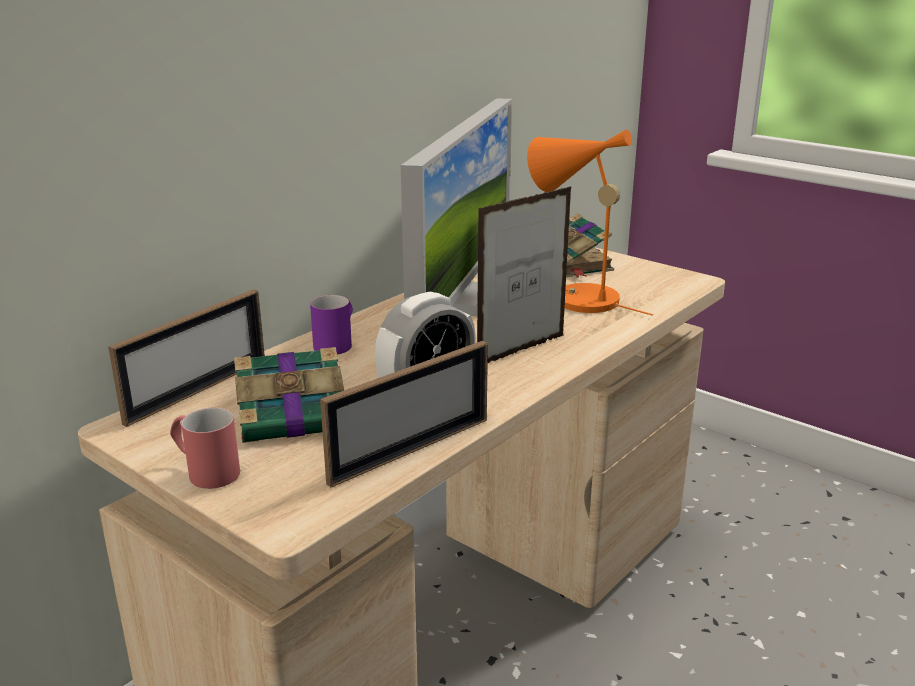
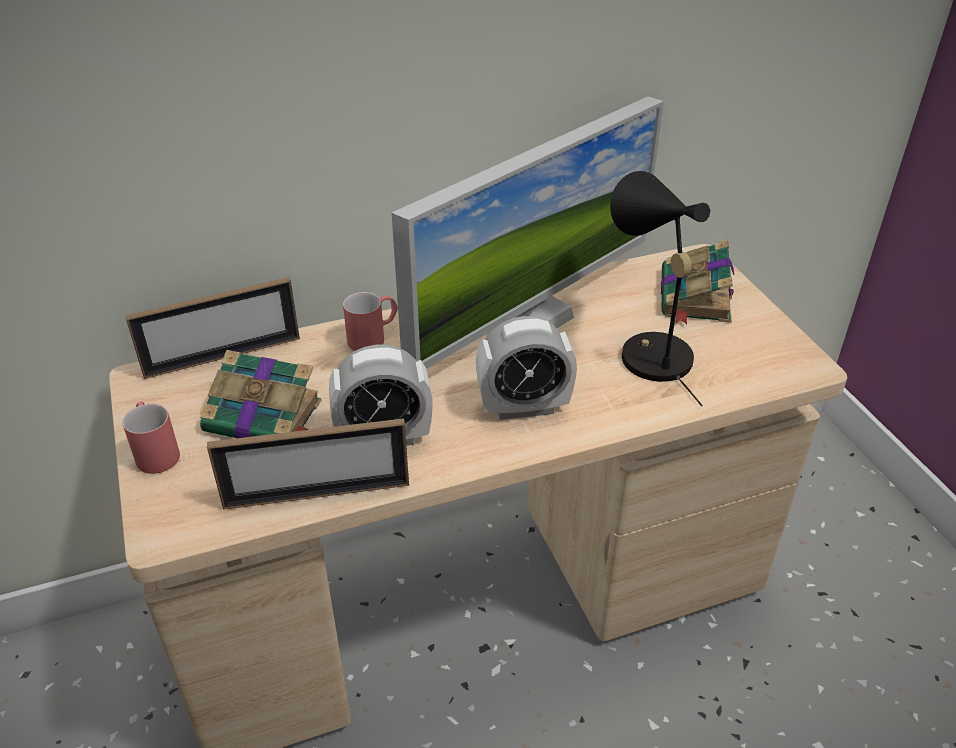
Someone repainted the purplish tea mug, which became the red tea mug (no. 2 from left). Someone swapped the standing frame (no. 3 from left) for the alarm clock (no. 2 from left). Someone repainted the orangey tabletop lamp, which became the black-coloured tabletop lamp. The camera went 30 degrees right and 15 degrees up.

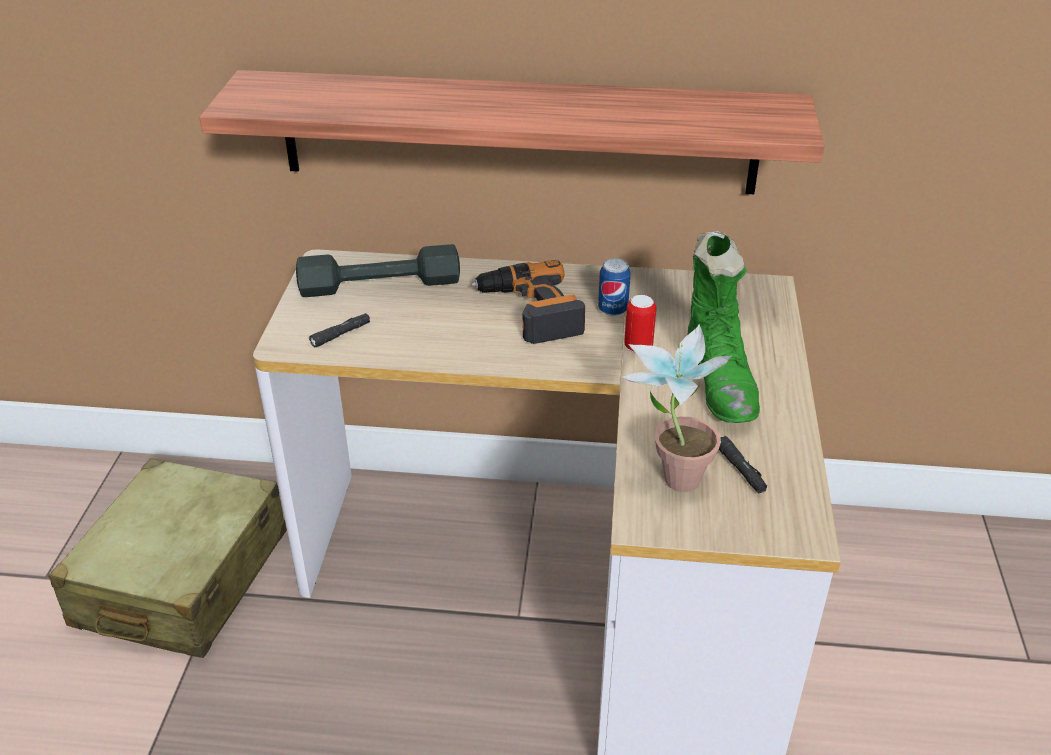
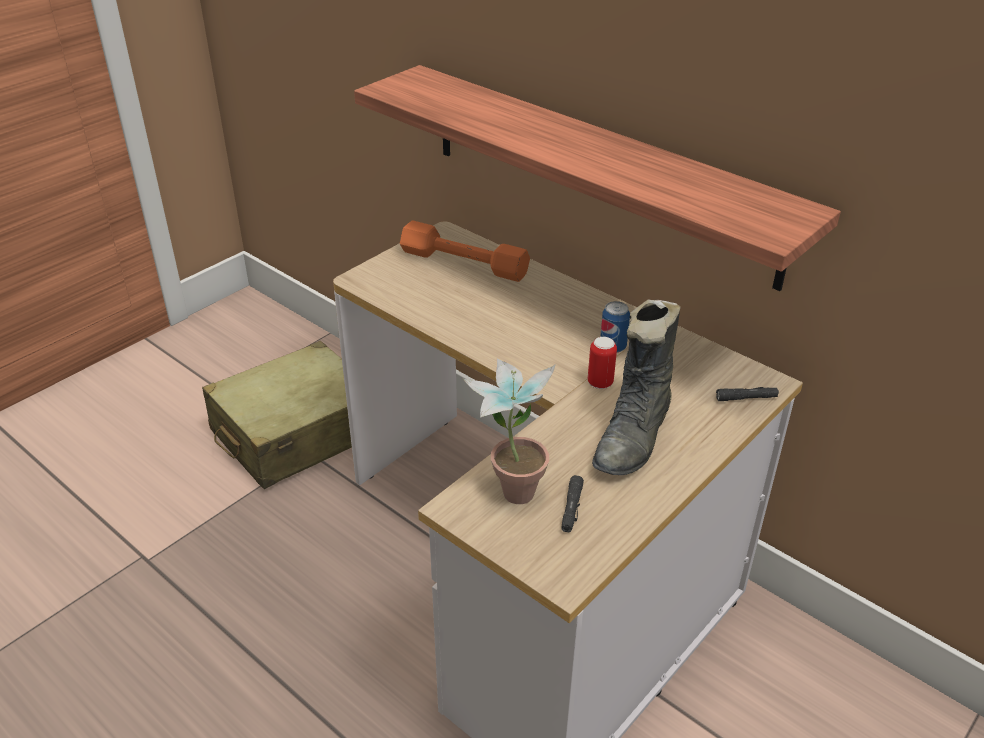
Someone repainted the gray free weight, which became the orangey free weight. Someone carried the black-coloured hand torch (no. 1 from left in the first image). Someone took away the electric drill. Someone repainted the greenish boot, which became the black-coloured boot. The camera went 35 degrees right and 0 degrees up.

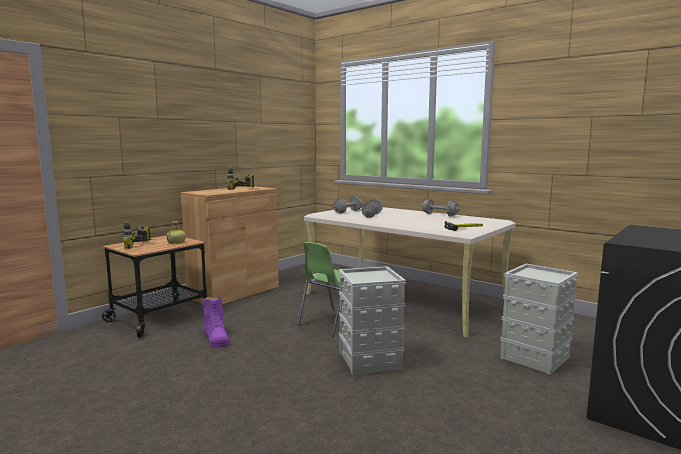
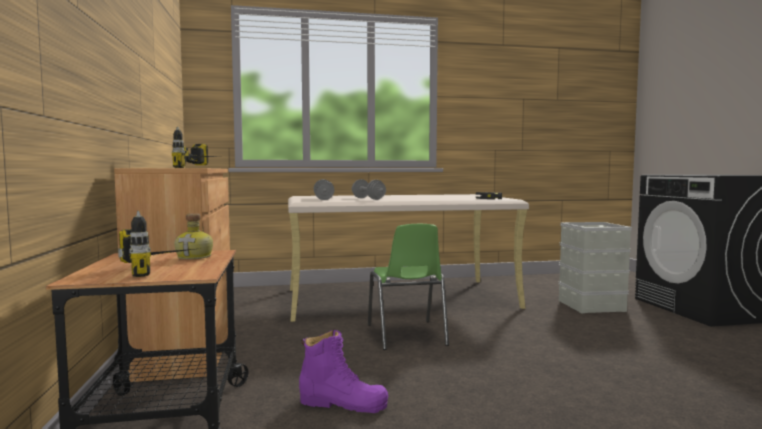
Someone took away the gray storage box (no. 1 from left). Someone took away the gray free weight (no. 3 from left). The camera went 50 degrees left and 5 degrees down.

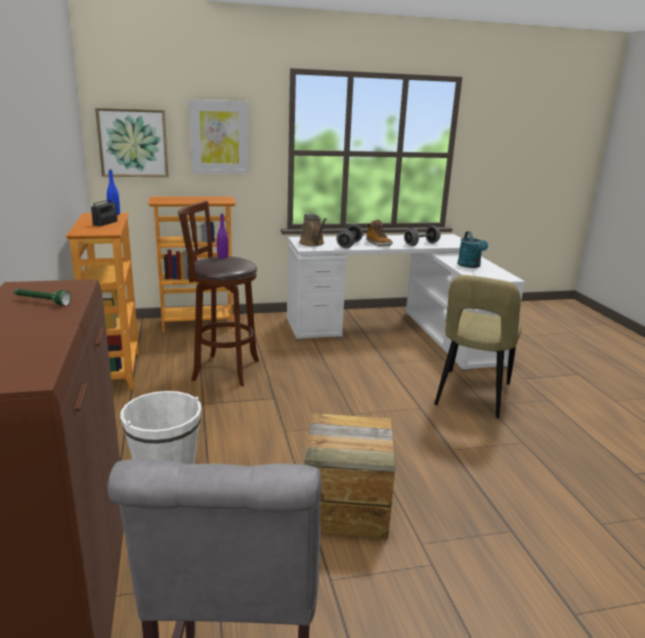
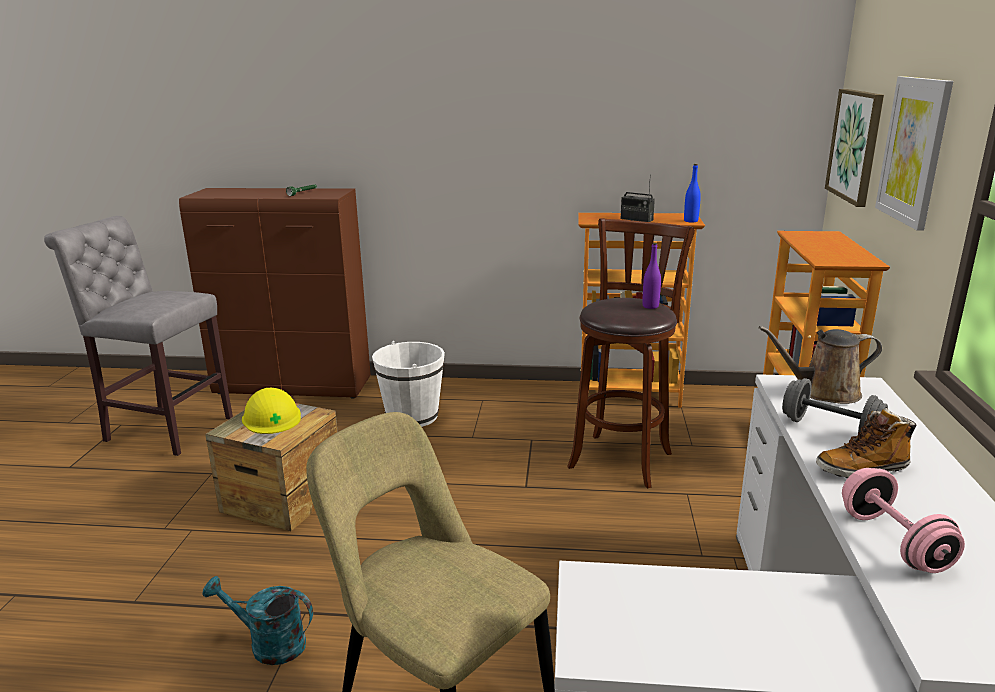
Someone repainted the gray free weight (no. 2 from left), which became the pinkish free weight. Someone carried the turquoise-coloured watering can. Someone put down the yellow-coloured safety helmet. The camera went 110 degrees right and 0 degrees up.

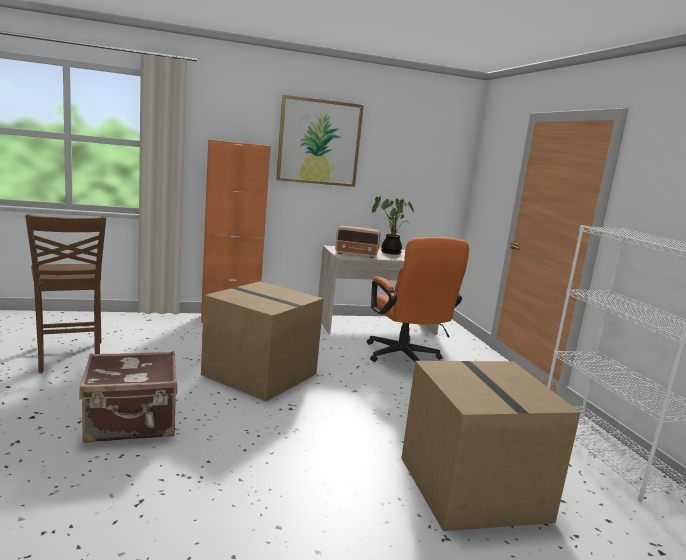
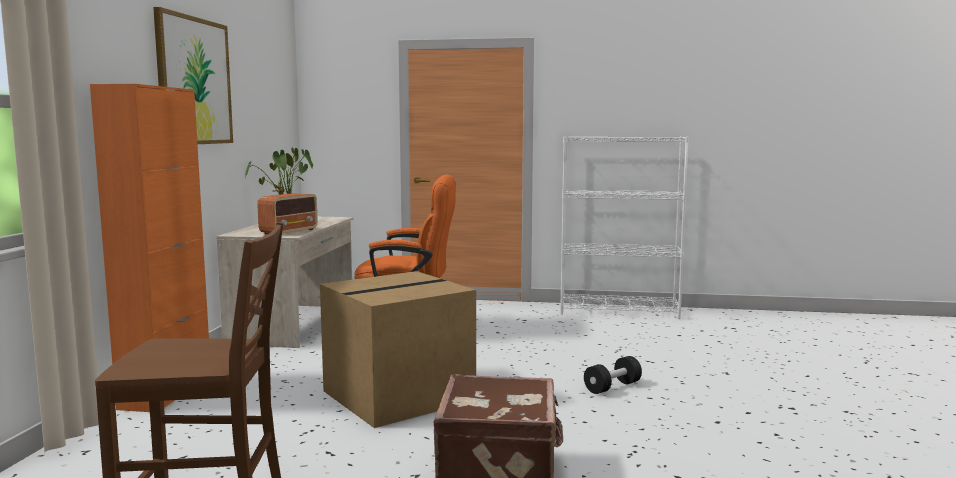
Someone took away the carton (no. 2 from left). Someone put down the black-coloured free weight. The camera went 65 degrees left and 5 degrees down.

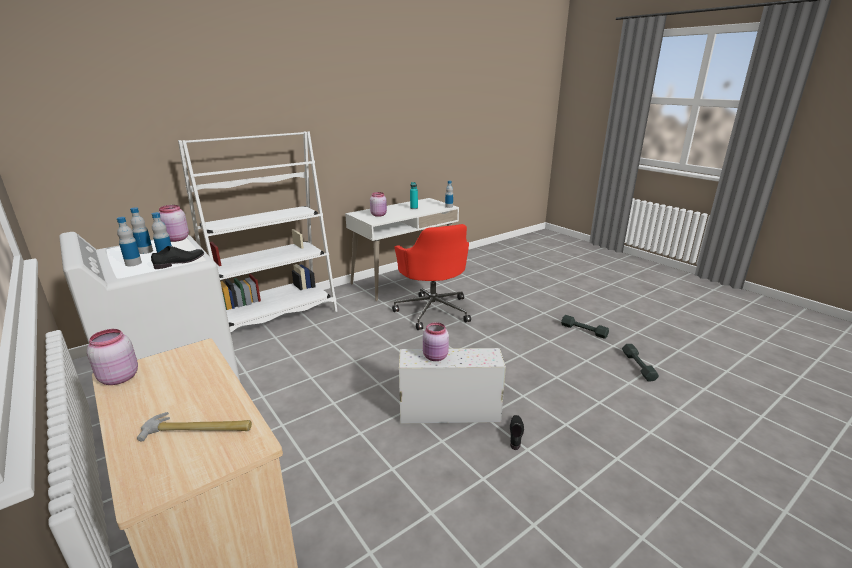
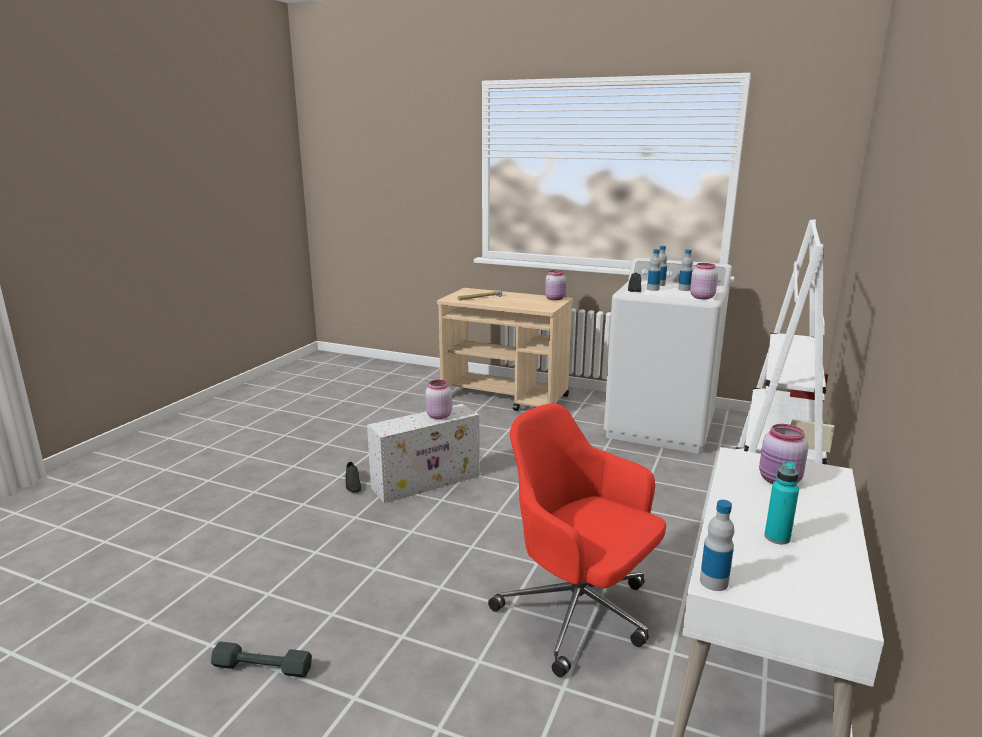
Someone took away the gray free weight (no. 2 from left). The camera went 150 degrees right and 5 degrees down.

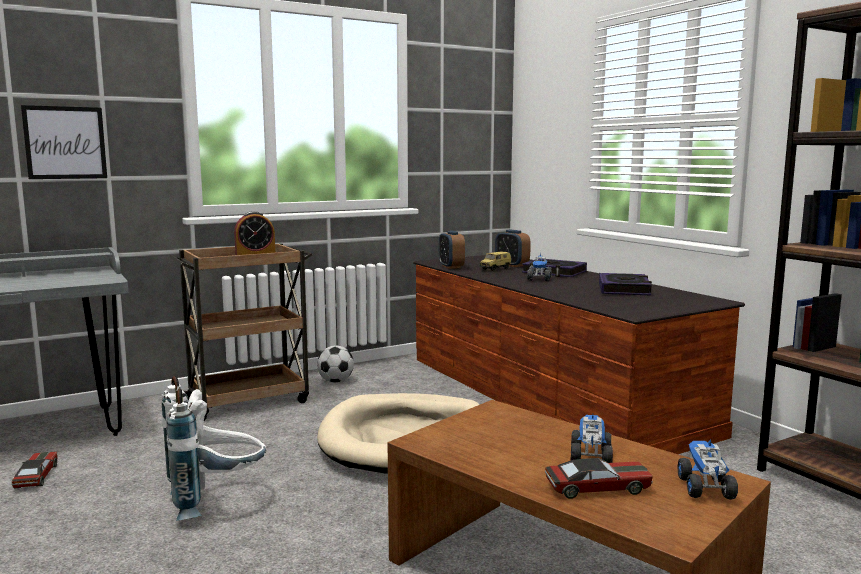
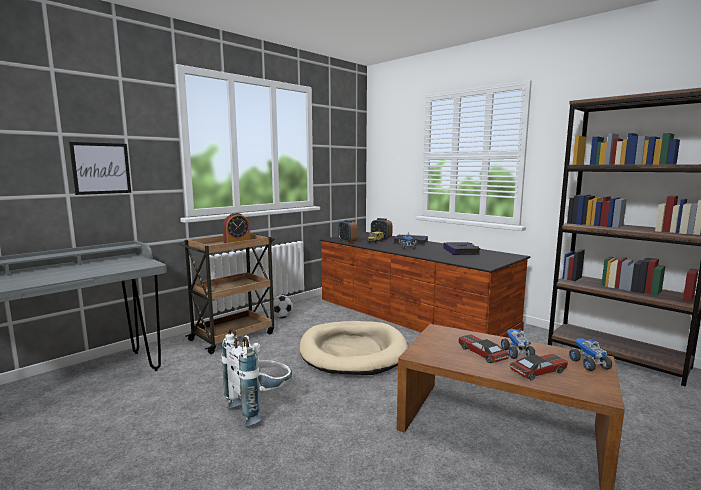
Someone carried the miniature car (no. 1 from left in the first image). The camera went 15 degrees left and 0 degrees up.

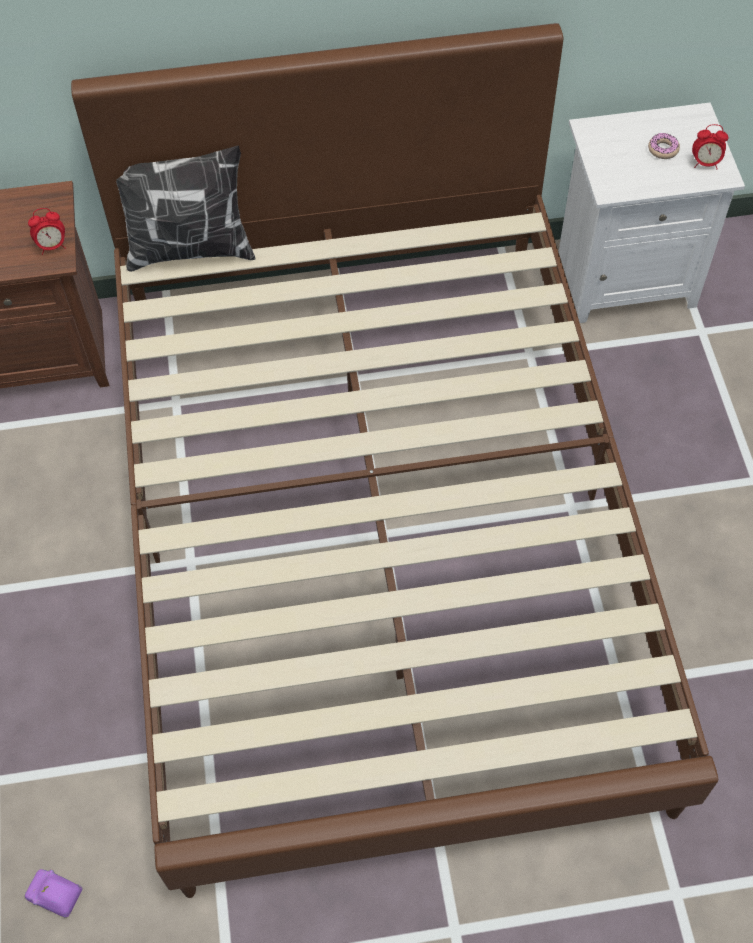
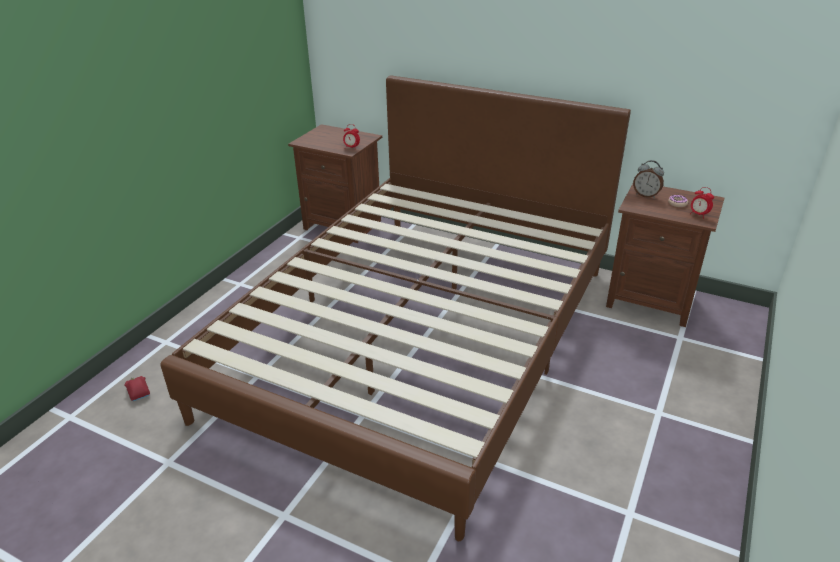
Someone repainted the purplish miniature car, which became the red miniature car. Someone took away the throw pillow. Someone repainted the white bedside table, which became the brown-coloured bedside table (no. 2 from left). Someone put down the alarm clock (no. 2 from left). The camera went 35 degrees right and 25 degrees down.

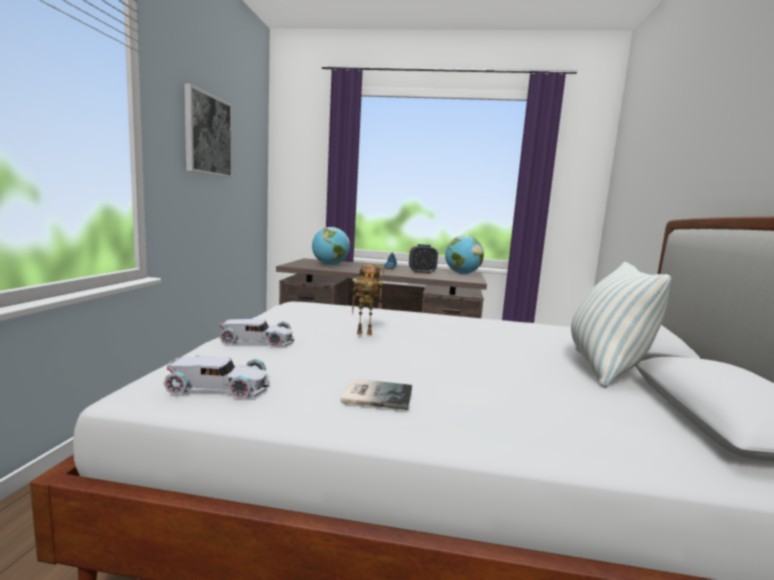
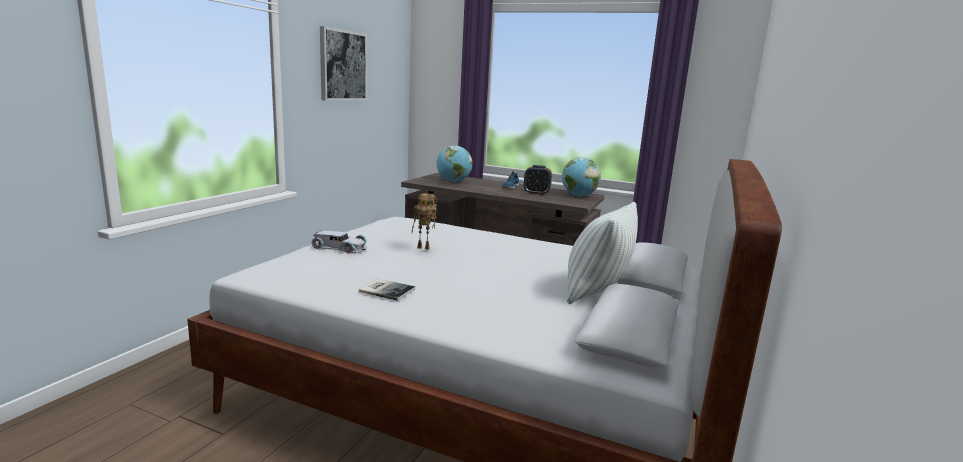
Someone took away the white miniature car (no. 1 from left). The camera went 15 degrees right and 5 degrees up.

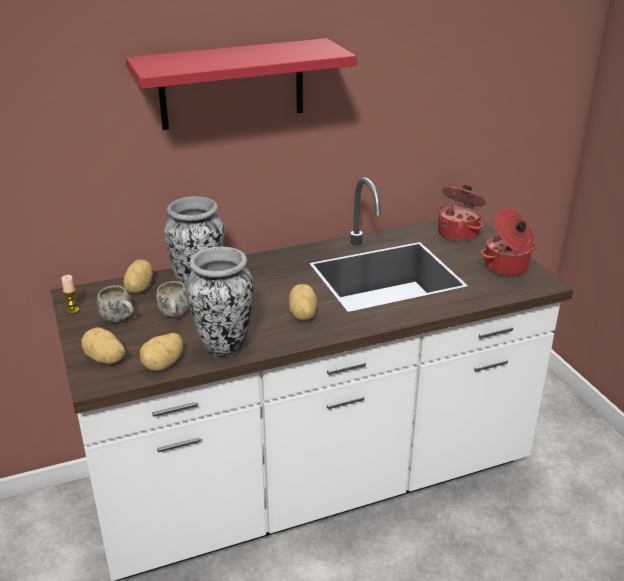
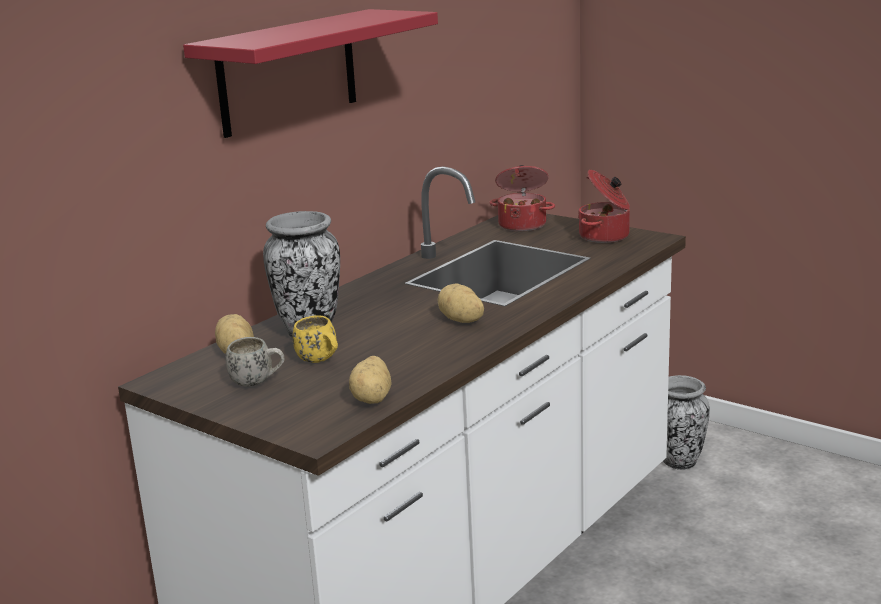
Someone took away the wax light. Someone took away the whole potato (no. 1 from left). Someone repainted the white tea mug (no. 2 from left), which became the yellow-coloured tea mug. Someone carried the flower vase (no. 2 from left). The camera went 30 degrees left and 10 degrees down.

